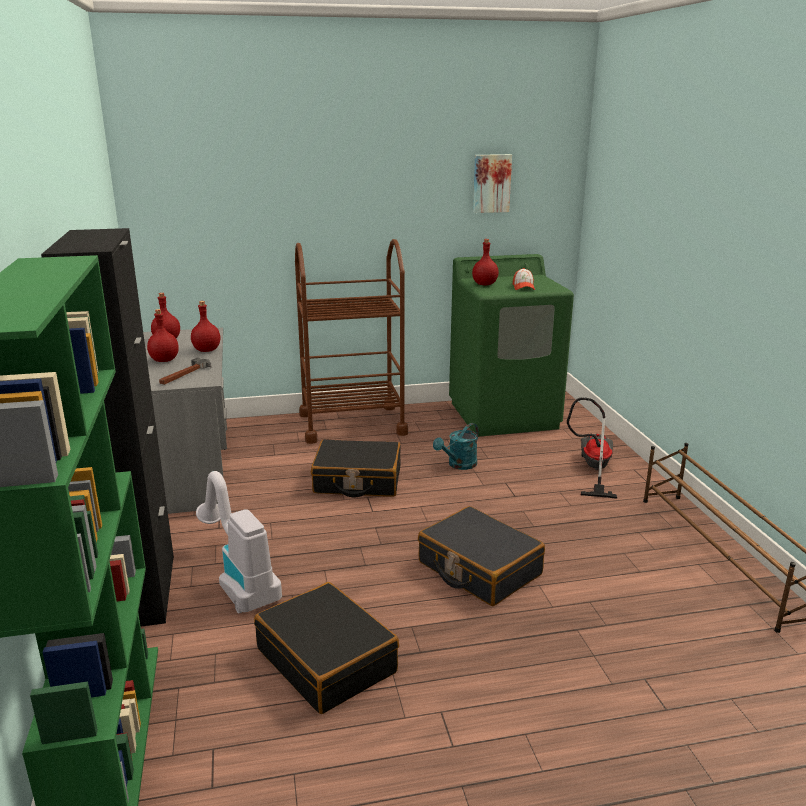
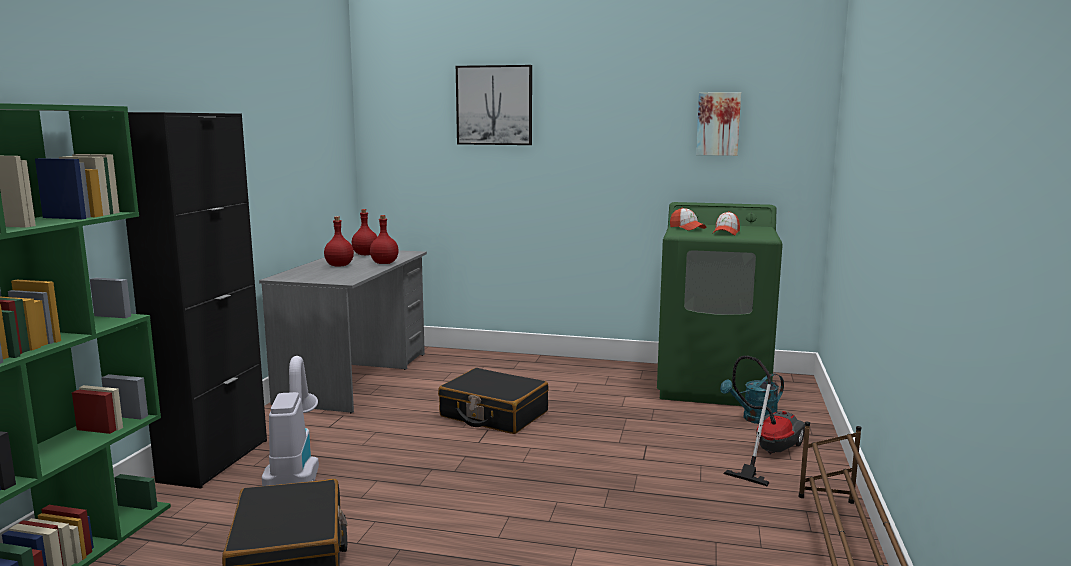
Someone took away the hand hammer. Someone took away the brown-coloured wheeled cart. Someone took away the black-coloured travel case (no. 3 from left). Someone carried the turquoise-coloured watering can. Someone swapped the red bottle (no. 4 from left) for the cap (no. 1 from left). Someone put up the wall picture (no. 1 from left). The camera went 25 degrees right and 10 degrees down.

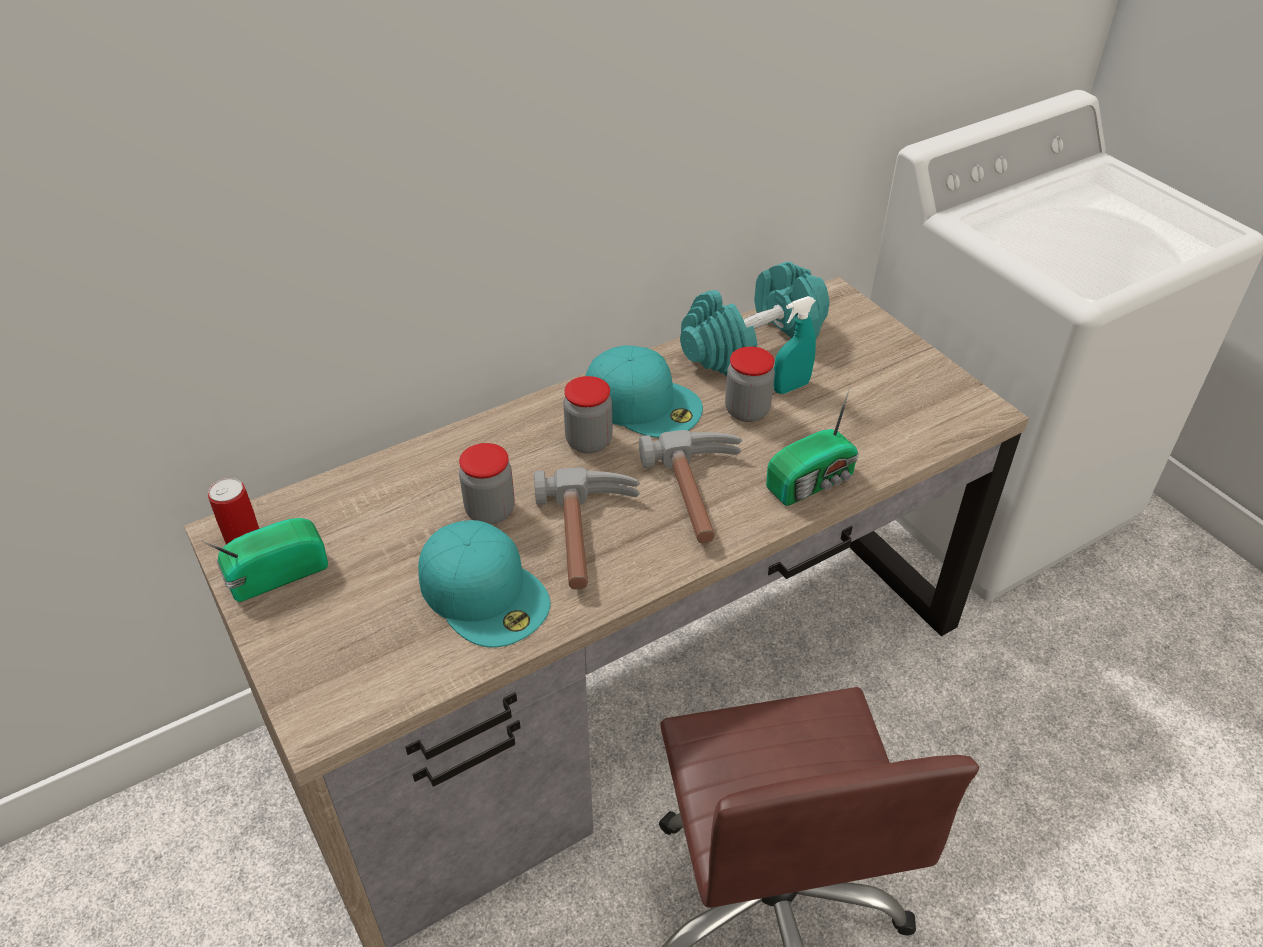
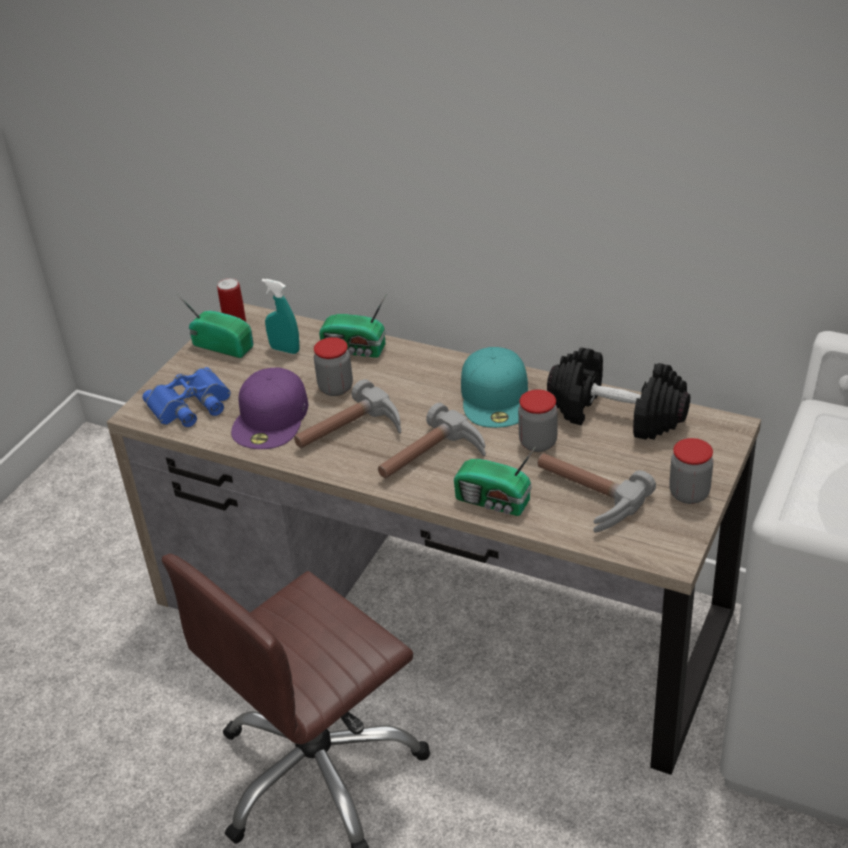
Someone repainted the turquoise-coloured cap (no. 1 from left), which became the purplish cap. Someone carried the storage jar (no. 2 from left in the first image). Someone repainted the turquoise-coloured free weight, which became the black-coloured free weight. Someone carried the turquoise-coloured spray bottle. Someone put down the blue-coloured binoculars. Someone put down the radio (no. 2 from left). Someone put down the hand hammer (no. 3 from left). The camera went 60 degrees right and 5 degrees down.

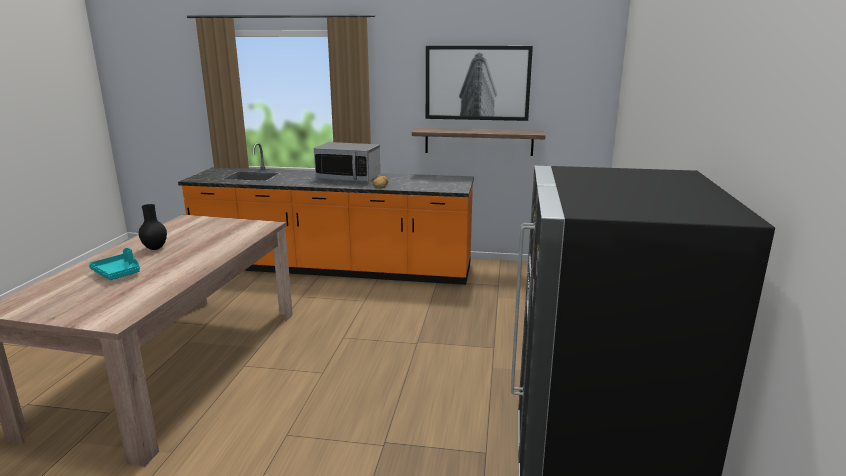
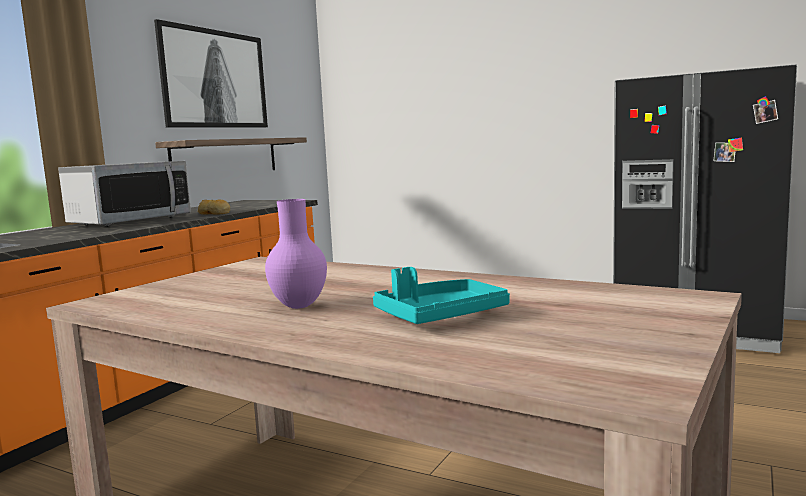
Someone repainted the black-coloured flower vase, which became the purplish flower vase. The camera went 70 degrees left and 10 degrees down.

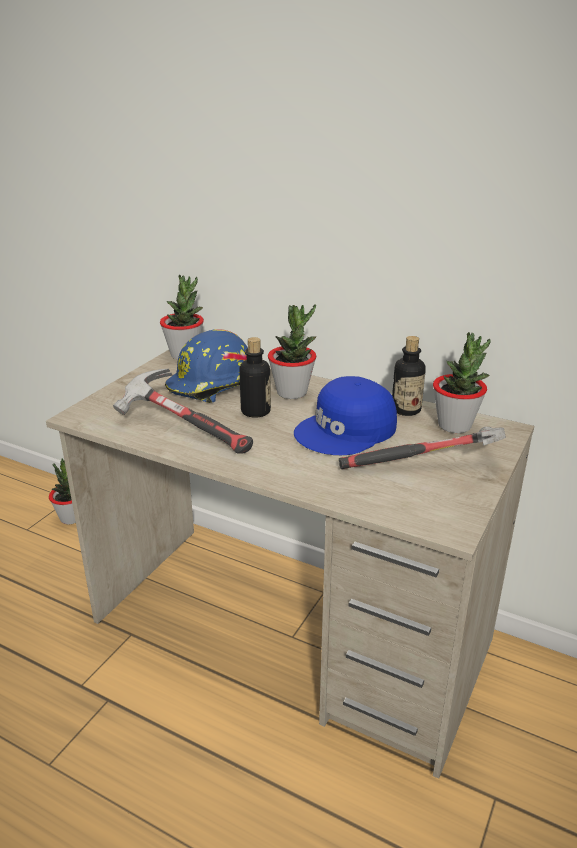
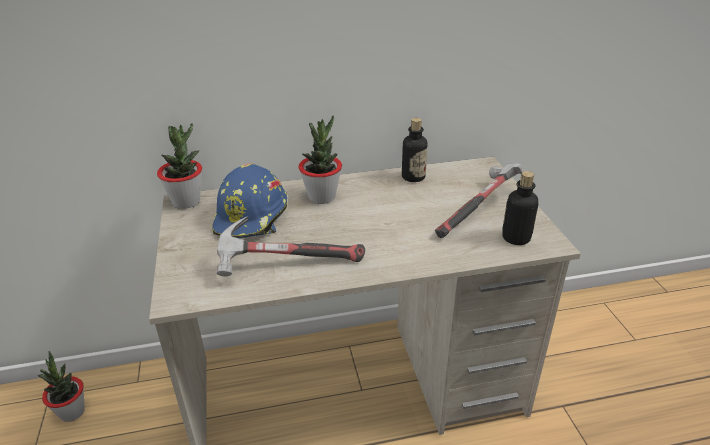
Someone carried the bottle (no. 1 from left in the first image). Someone took away the blue-coloured cap. Someone took away the houseplant (no. 4 from left). The camera went 40 degrees left and 5 degrees up.

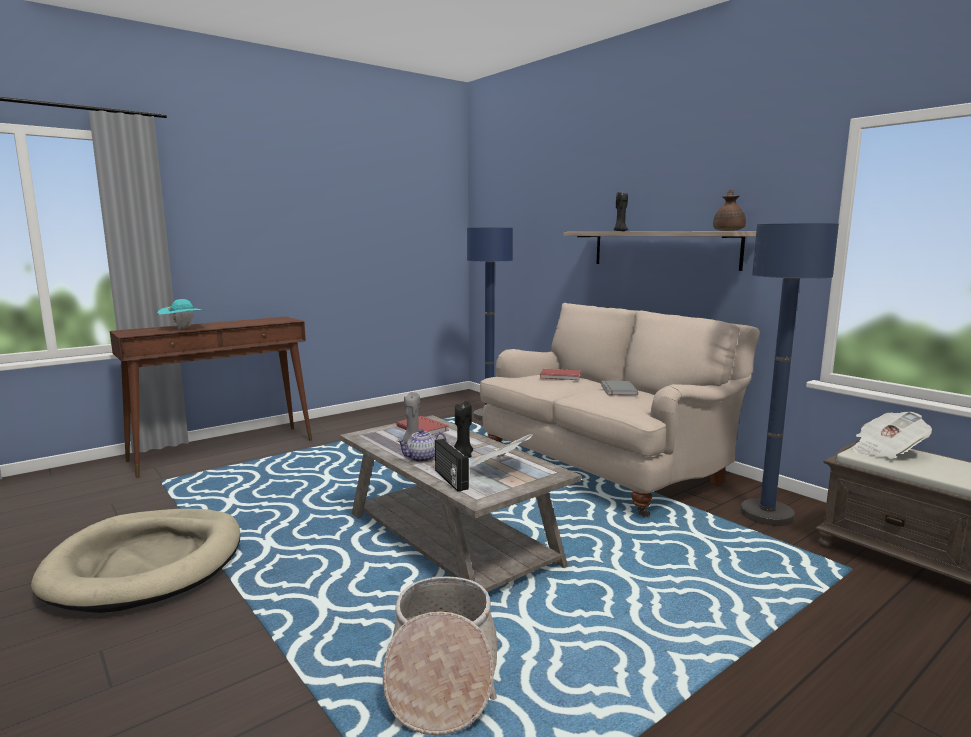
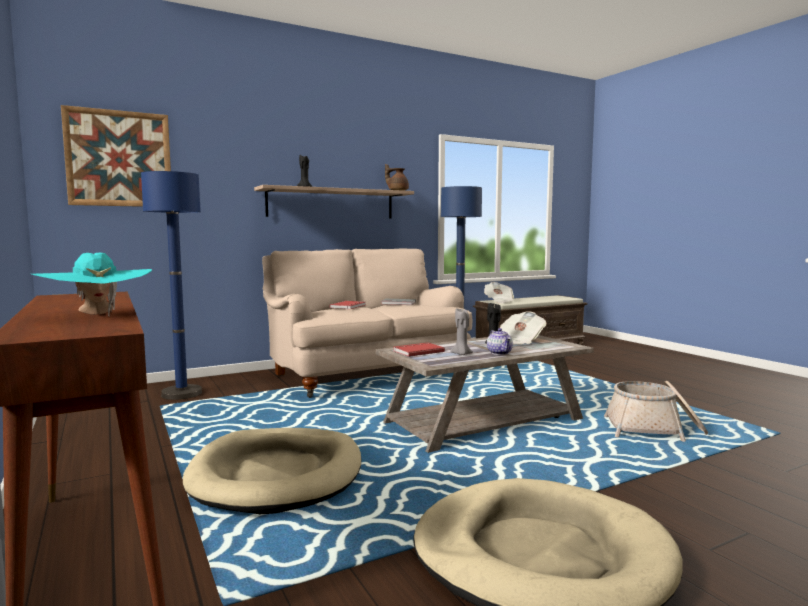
Someone took away the radio. Someone put up the wall picture. Someone put down the sand-coloured dog bed (no. 1 from left). The camera went 80 degrees left and 5 degrees down.

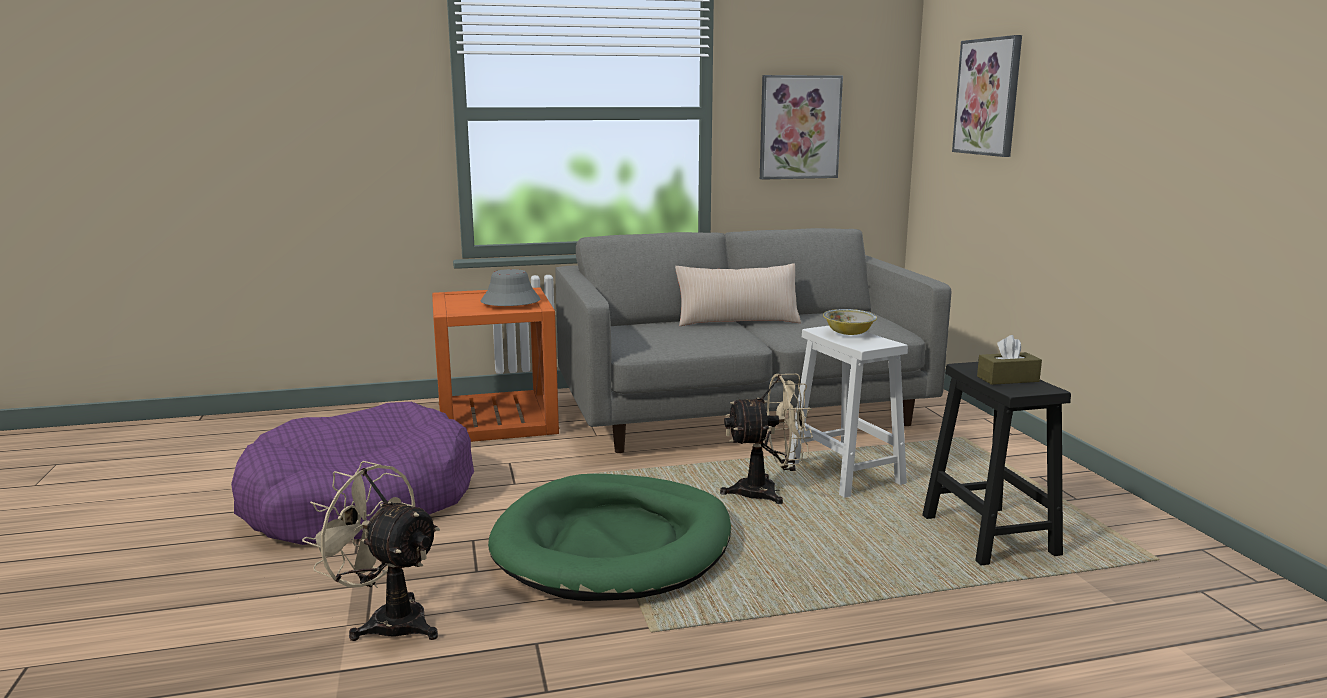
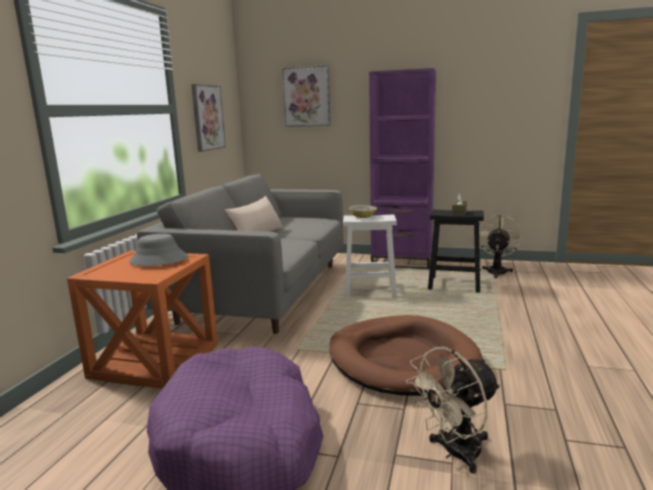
Someone repainted the greenish dog bed, which became the brown-coloured dog bed. Someone carried the sand-coloured electric fan (no. 2 from left). Someone put down the purplish bookshelf. The camera went 60 degrees left and 0 degrees up.

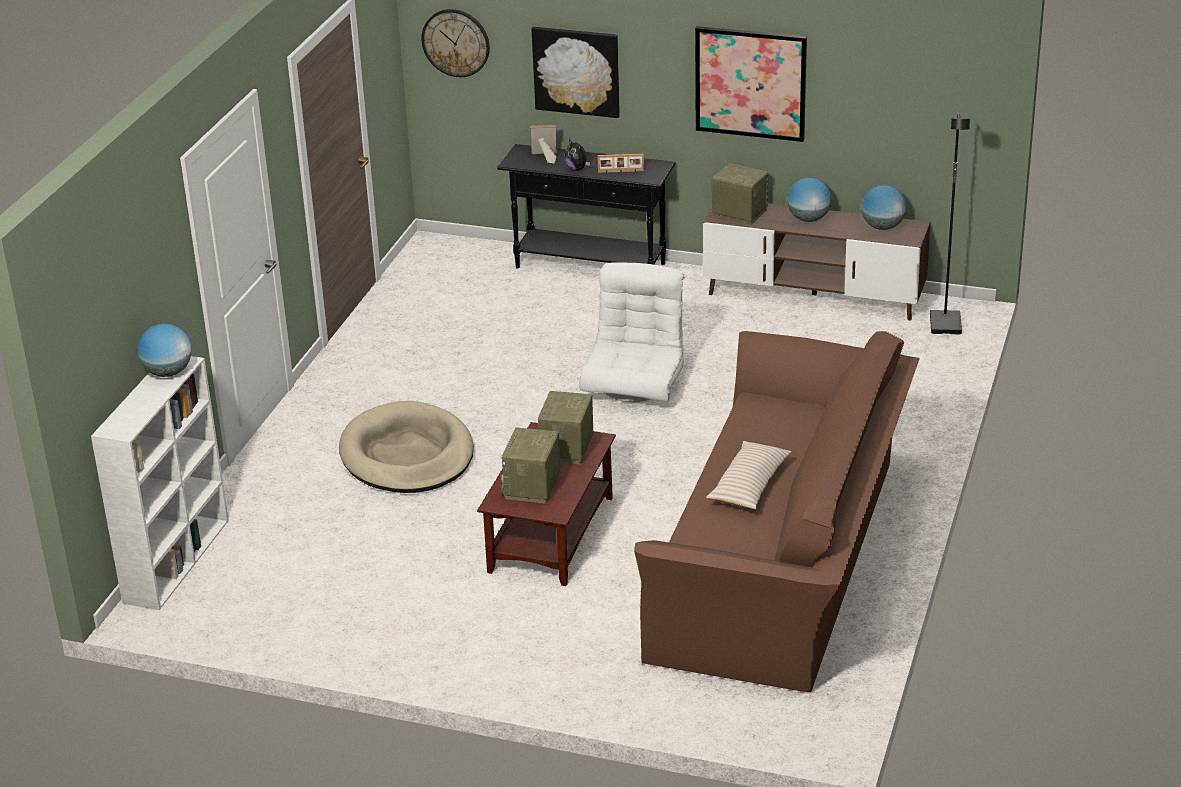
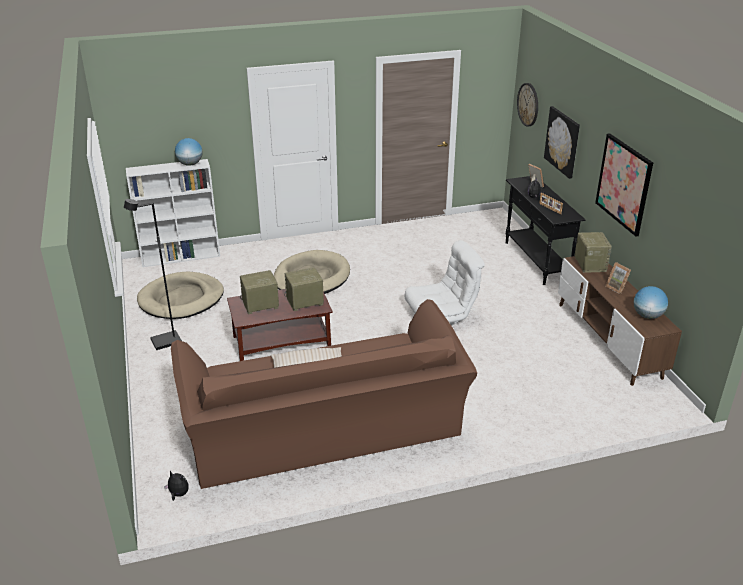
Someone swapped the globe (no. 2 from left) for the standing frame (no. 3 from left). Someone carried the black-coloured floor lamp. Someone put down the sand-coloured dog bed (no. 1 from left). Someone put down the cuddly toy (no. 1 from left). The camera went 55 degrees right and 0 degrees up.

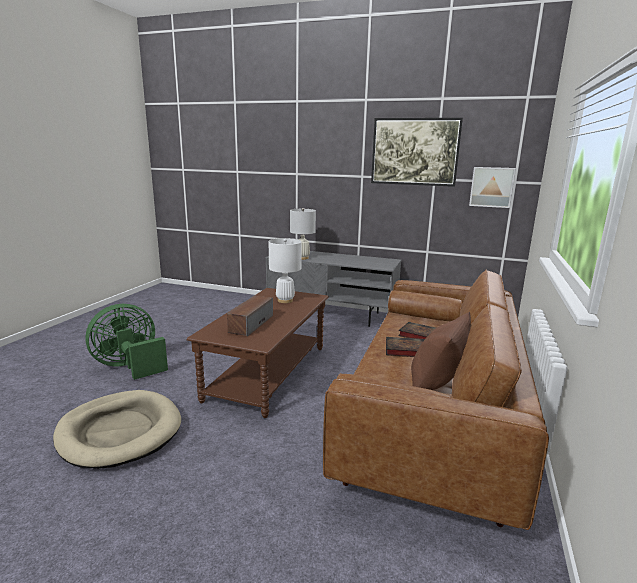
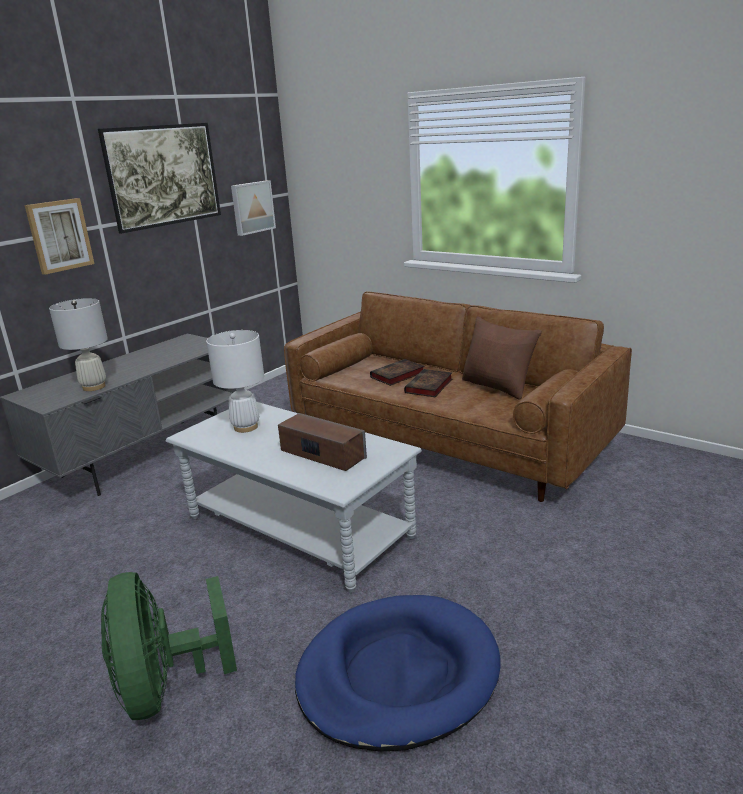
Someone repainted the sand-coloured dog bed, which became the blue-coloured dog bed. Someone repainted the brown-coloured low table, which became the gray low table. Someone put up the wall picture (no. 1 from left). The camera went 70 degrees left and 5 degrees up.

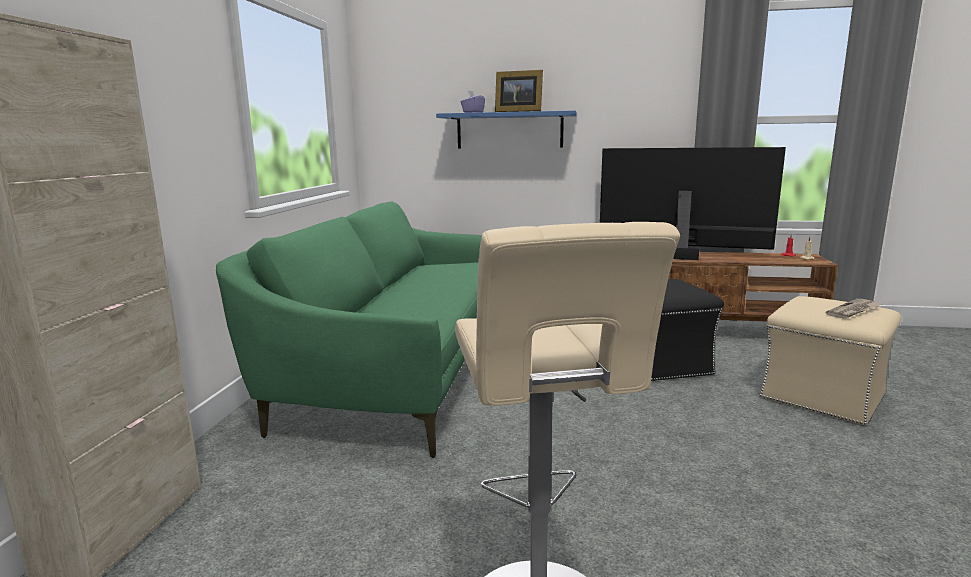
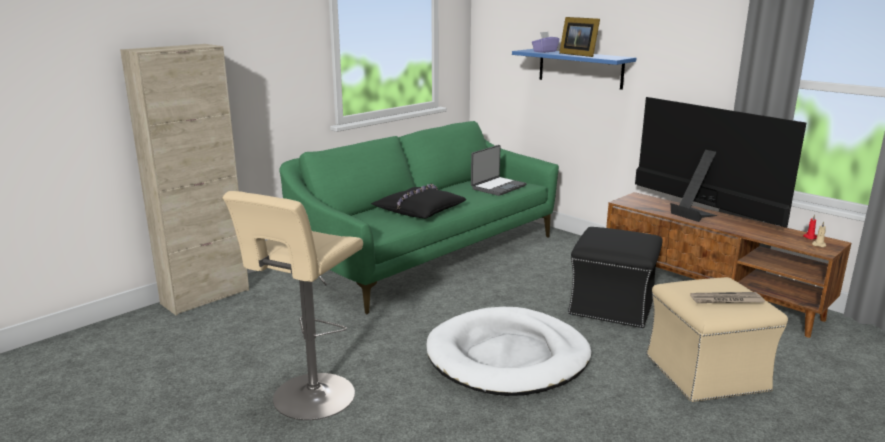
Someone put down the black-coloured throw pillow. Someone put down the white dog bed. Someone put down the notebook computer. The camera went 35 degrees right and 5 degrees up.

